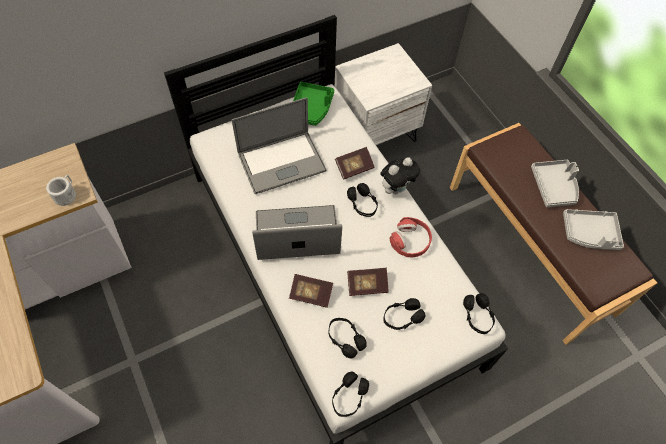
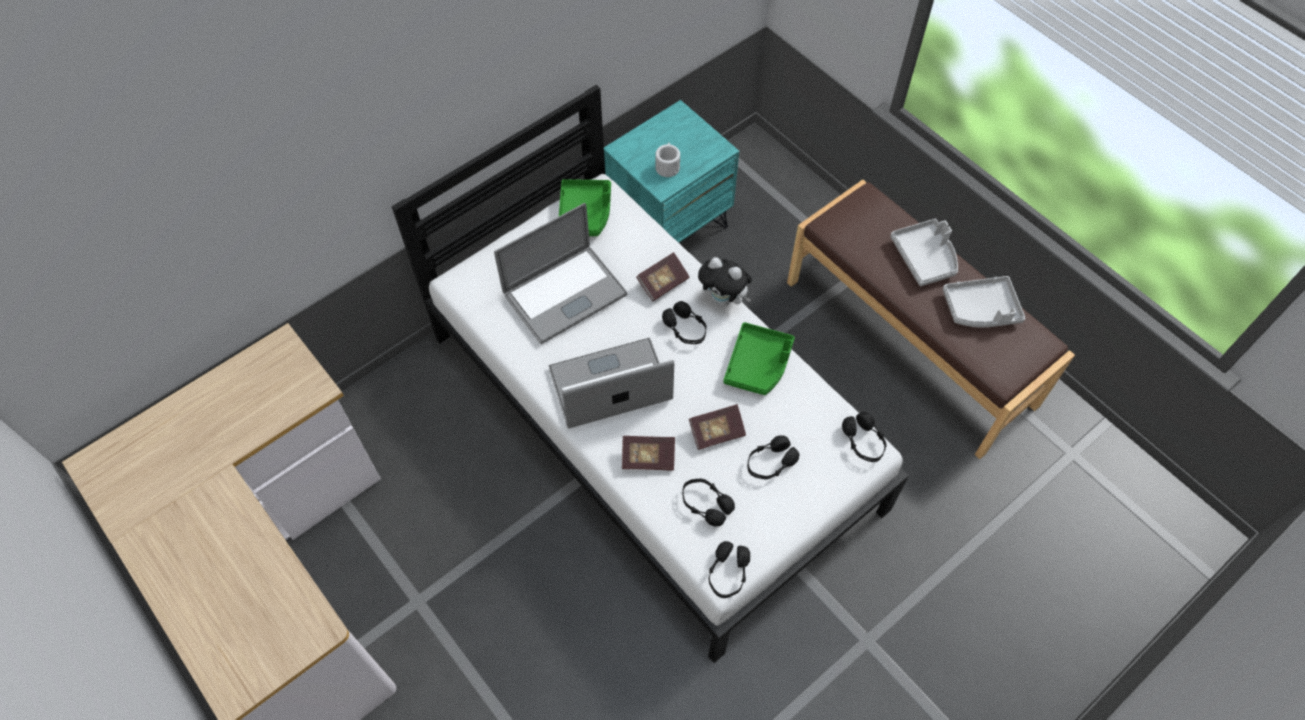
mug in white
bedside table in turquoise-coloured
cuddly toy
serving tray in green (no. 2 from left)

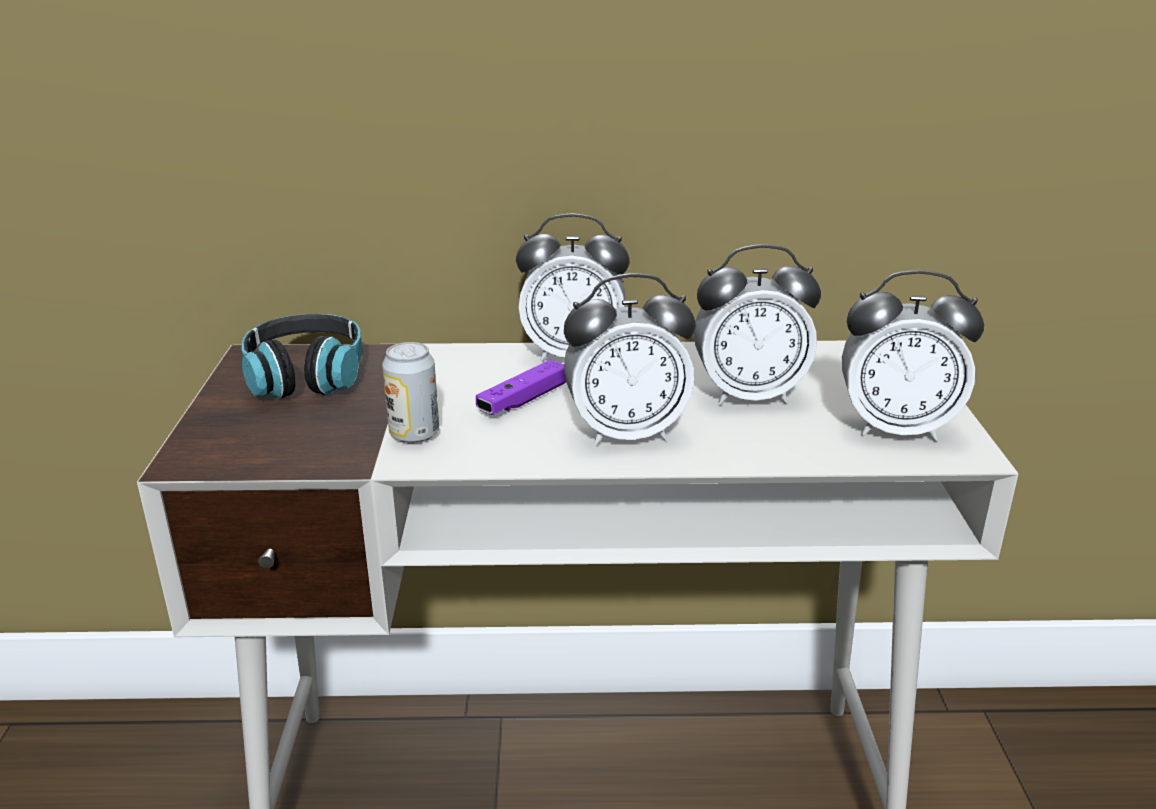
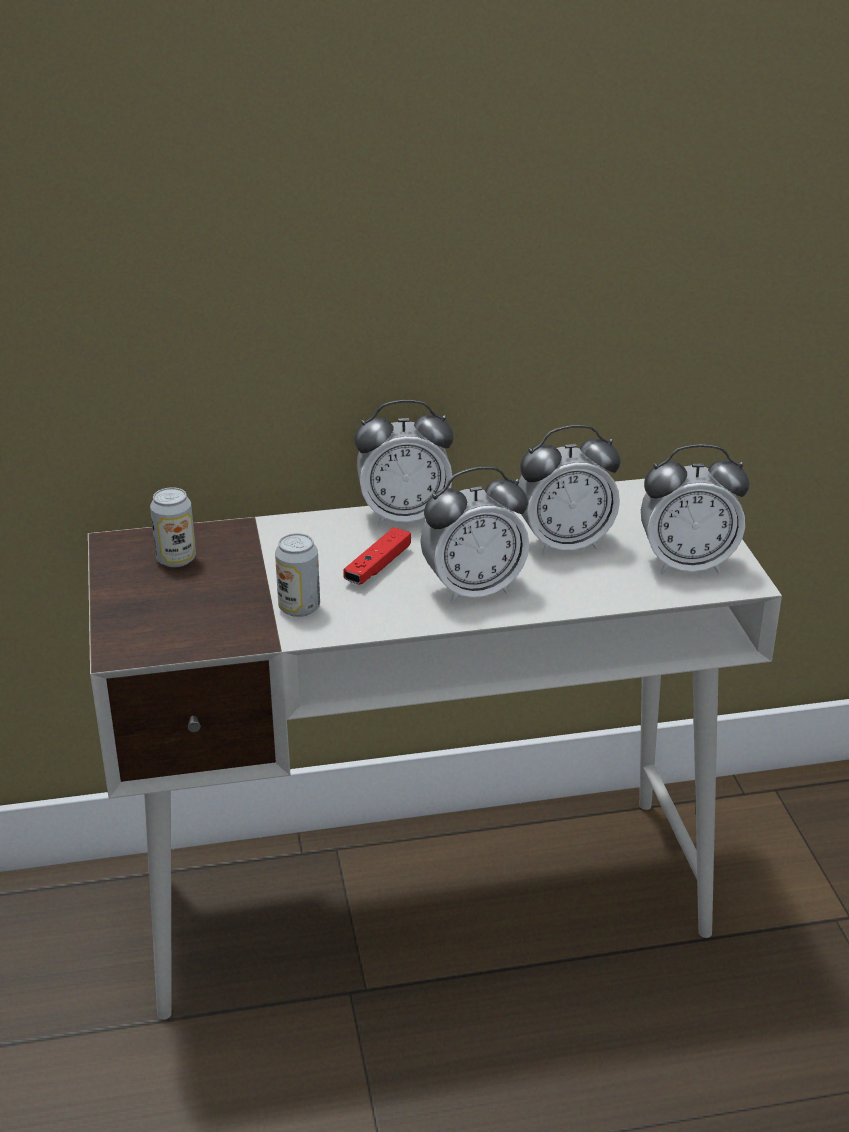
metal can (no. 1 from left)
game controller in reddish

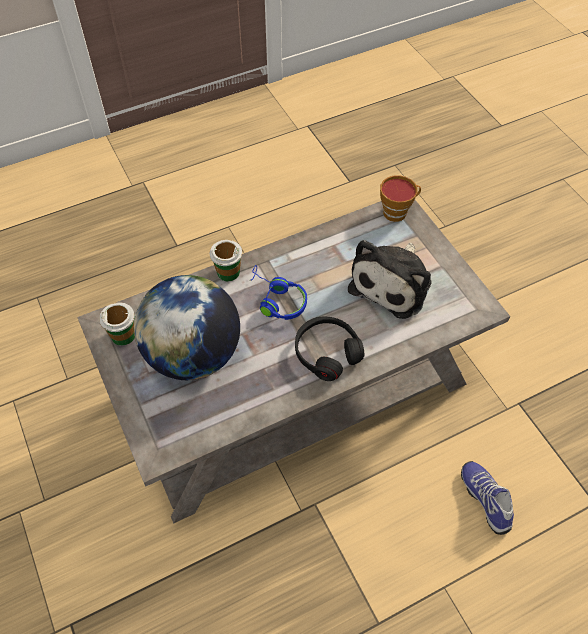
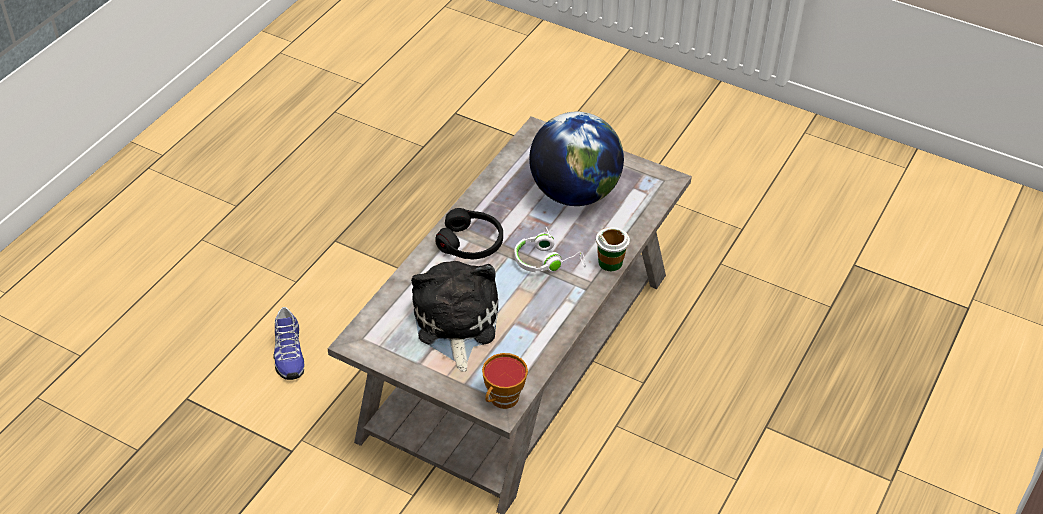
small cup (no. 1 from left in the first image)
headset in white
shoe

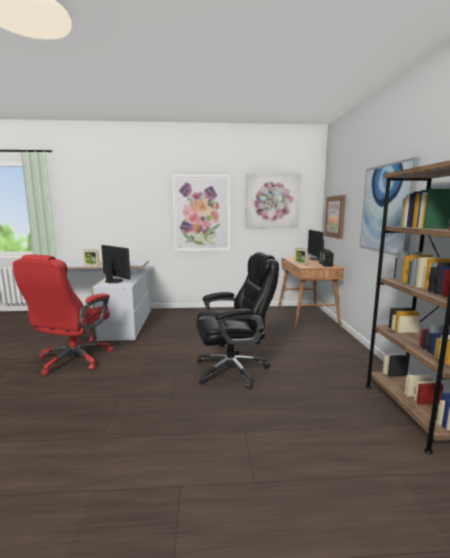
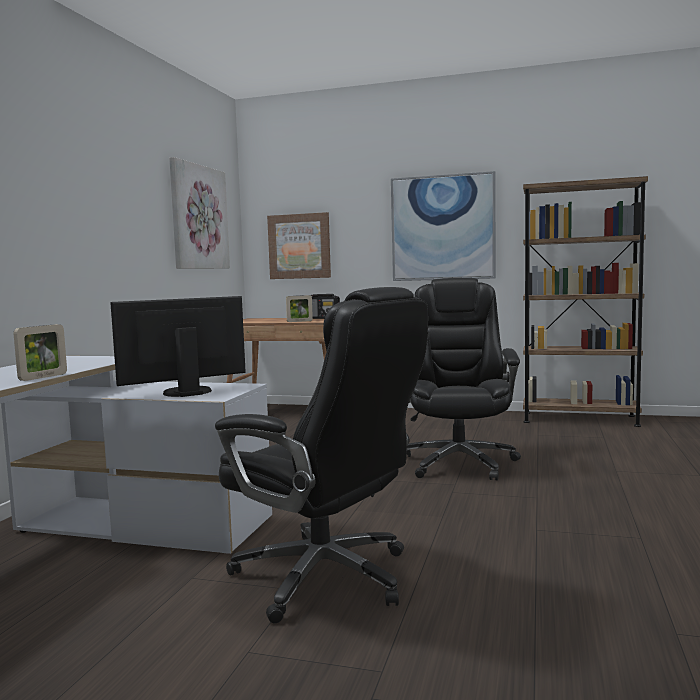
office chair in blackish (no. 1 from left)
wall art (no. 1 from left in the first image)
computer screen (no. 2 from left in the first image)

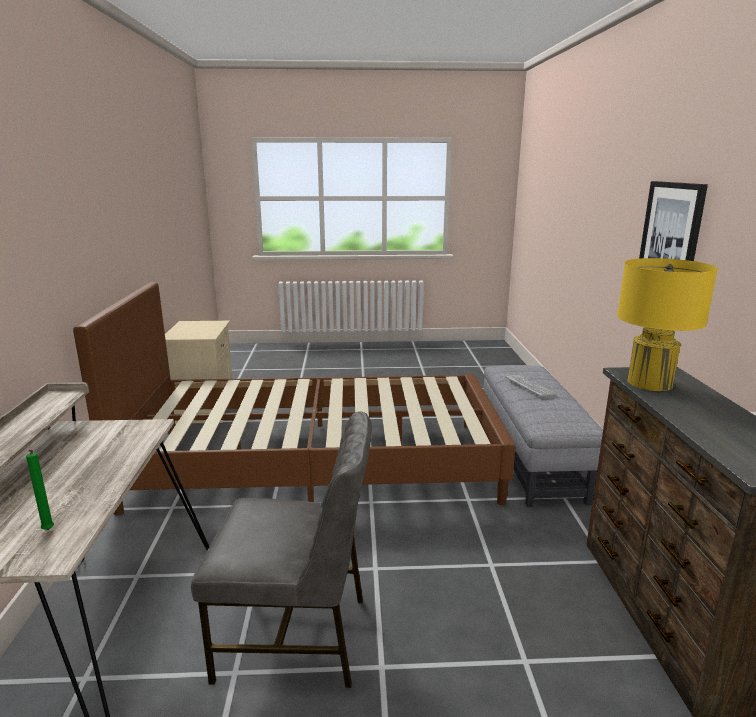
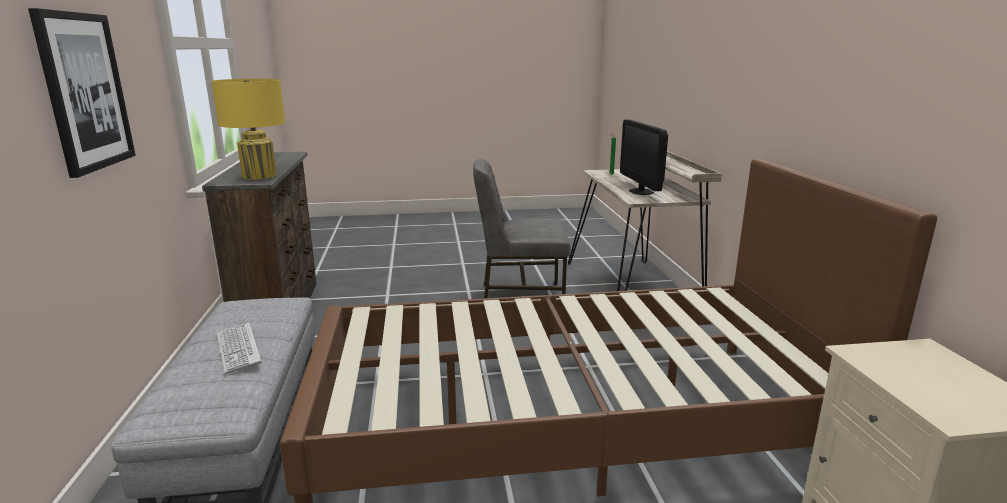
computer screen

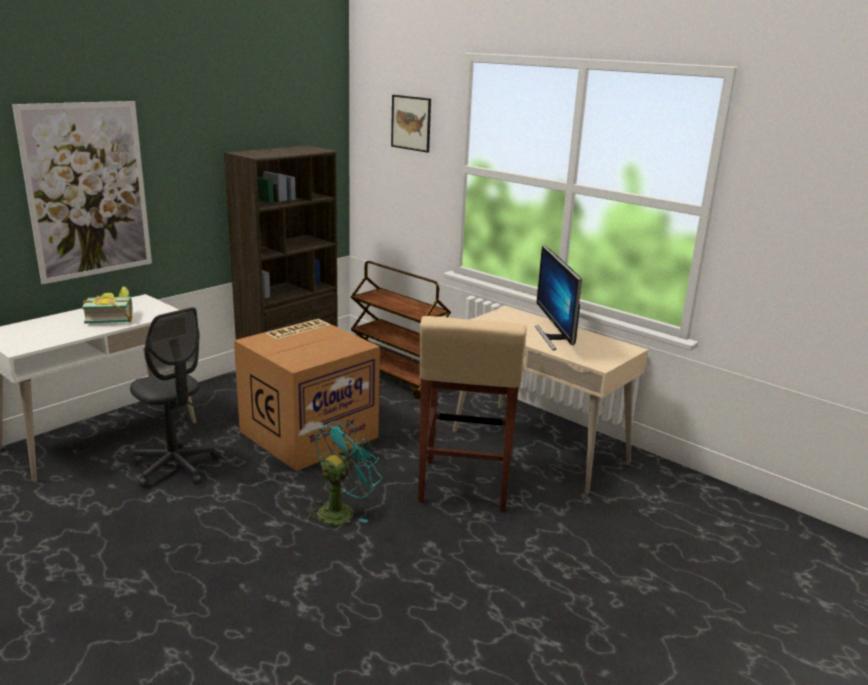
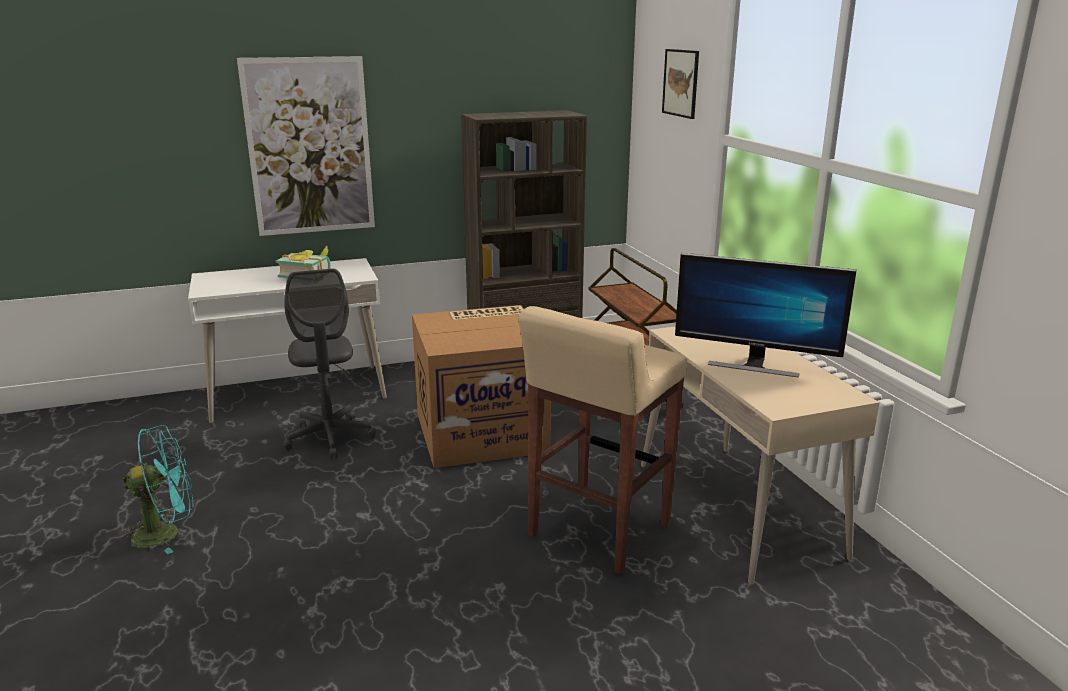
electric fan in turquoise-coloured
computer screen

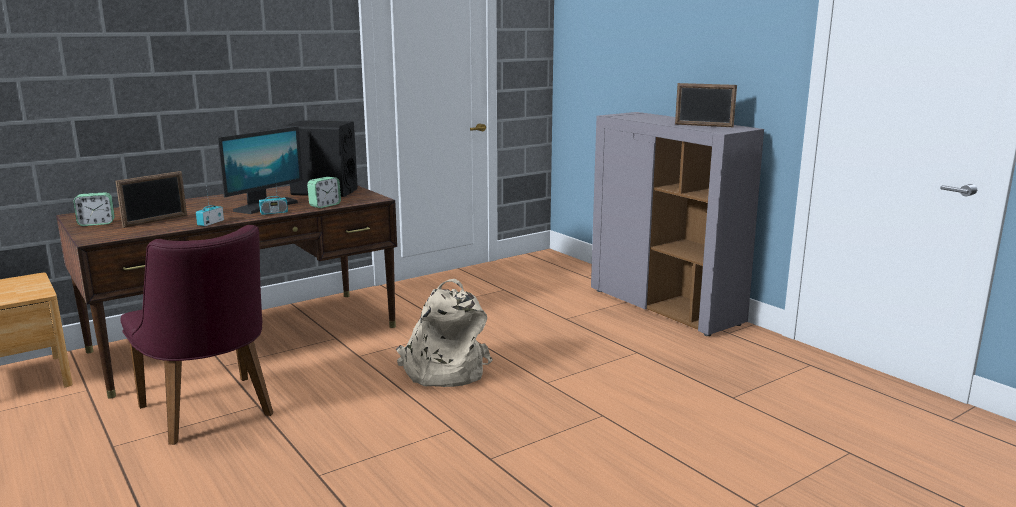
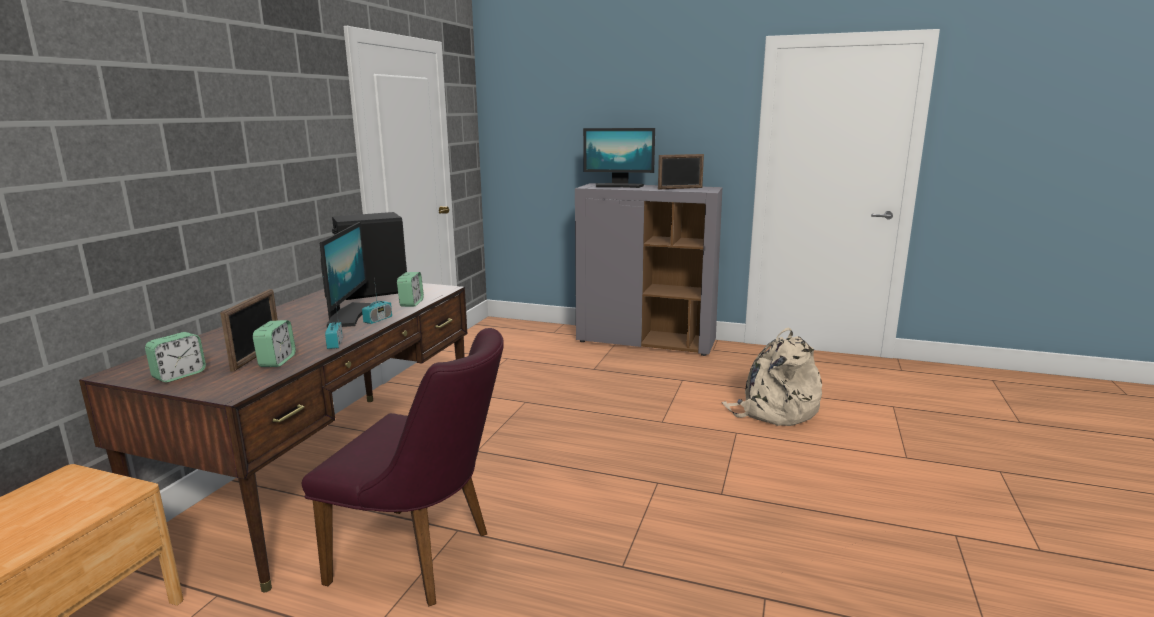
rucksack in sand-coloured
table clock (no. 2 from left)
computer screen (no. 2 from left)

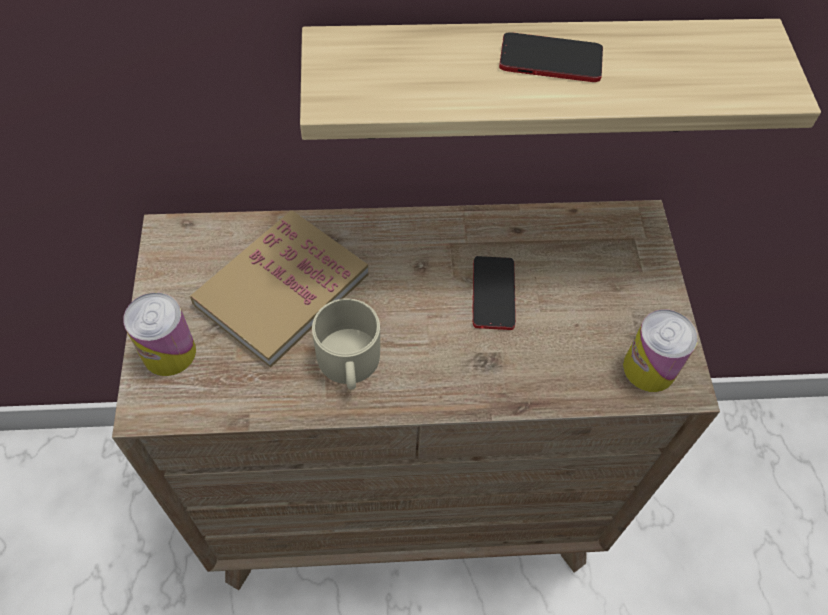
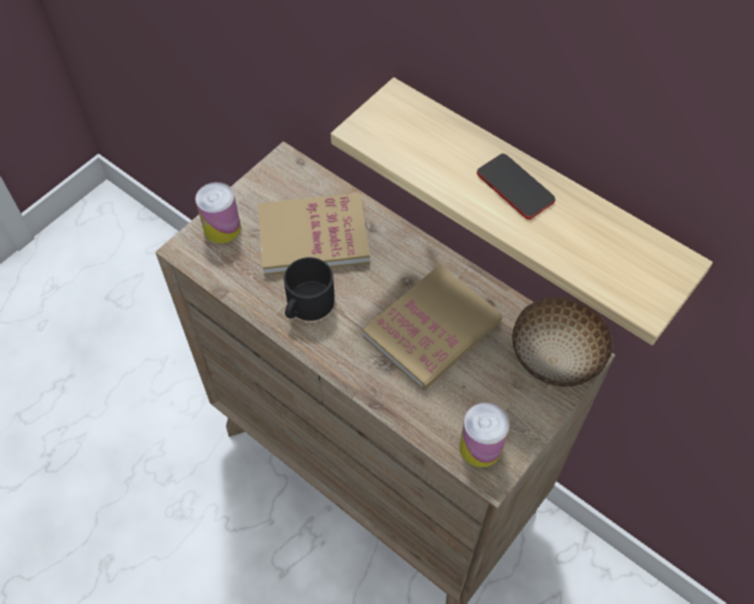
mug in blackish
book (no. 2 from left)
deep dish

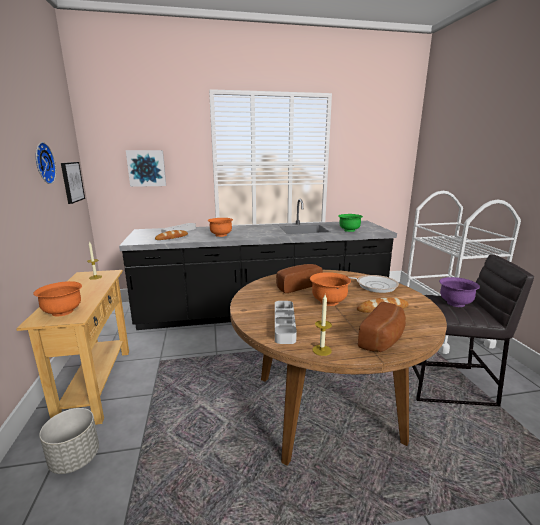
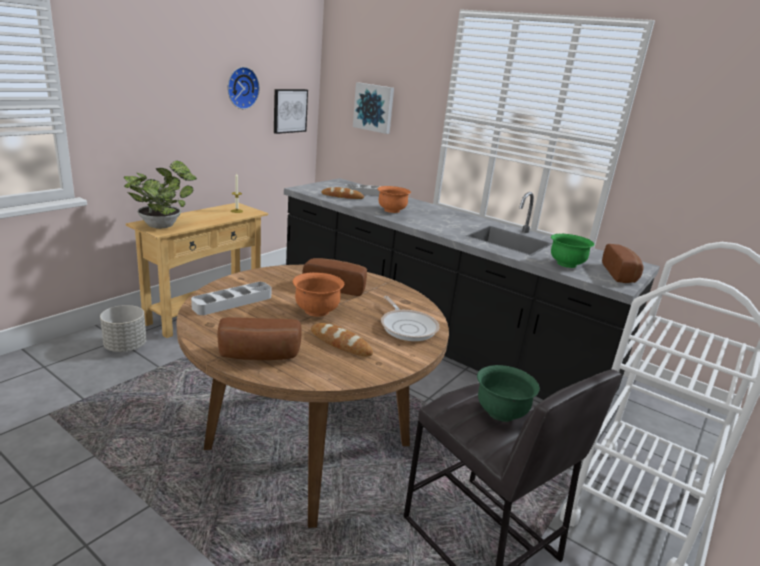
potted plant
candle (no. 2 from left in the first image)
deep dish in green (no. 1 from left)
bakery bread (no. 5 from left)

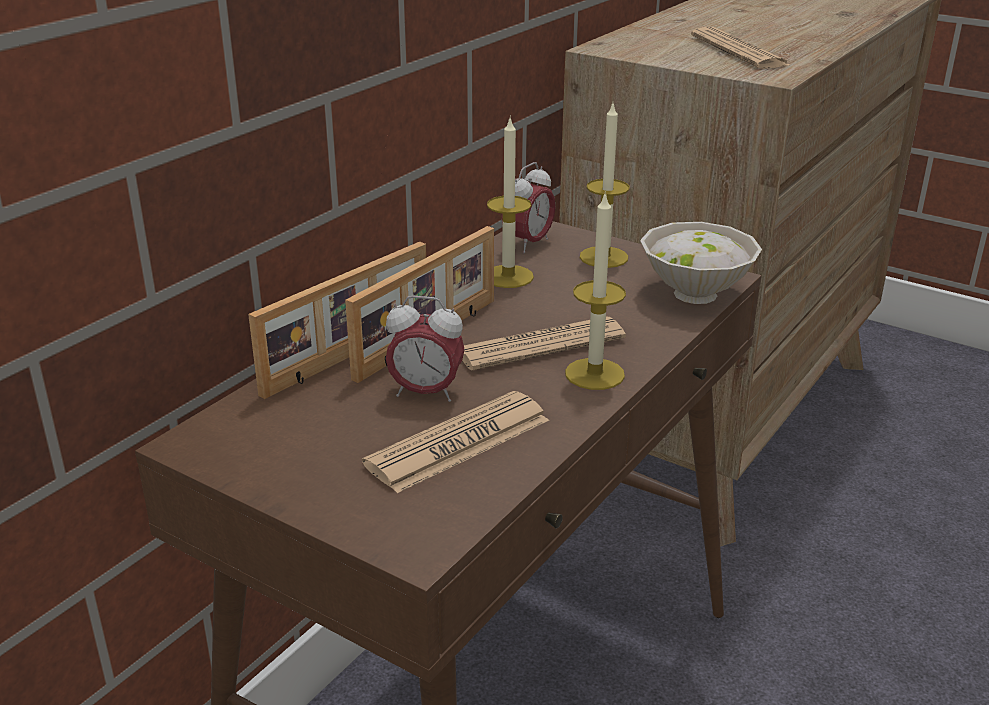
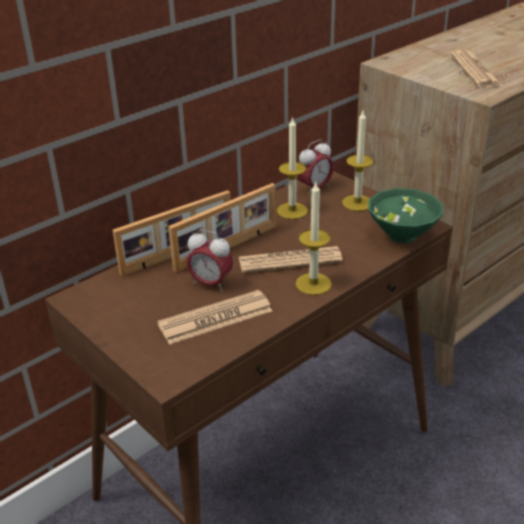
deep dish in green

